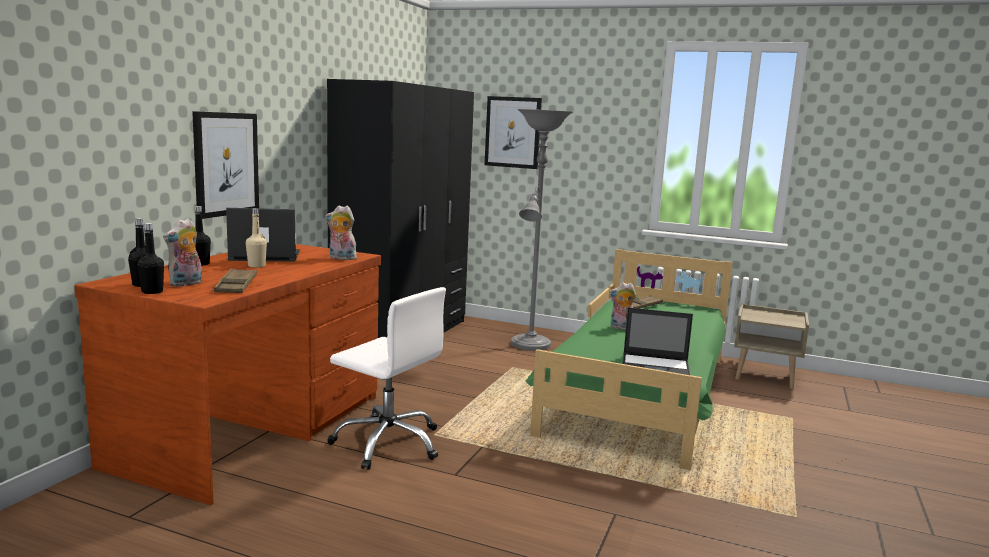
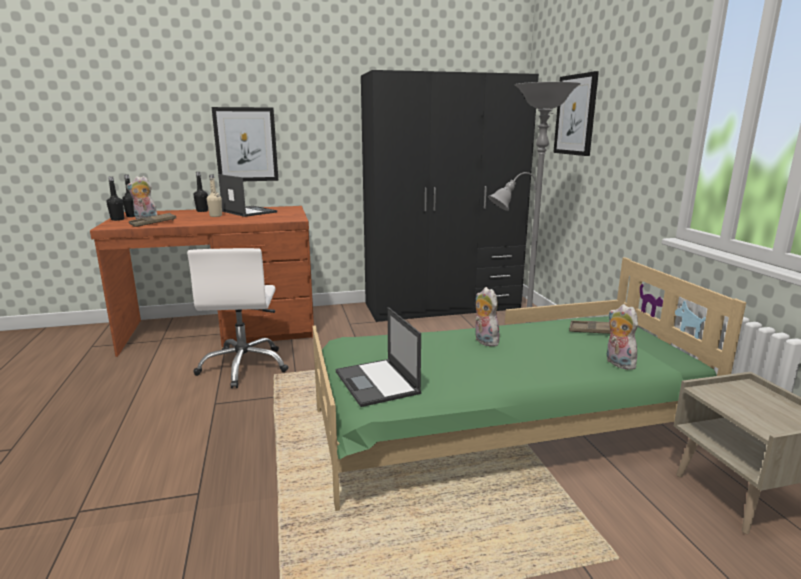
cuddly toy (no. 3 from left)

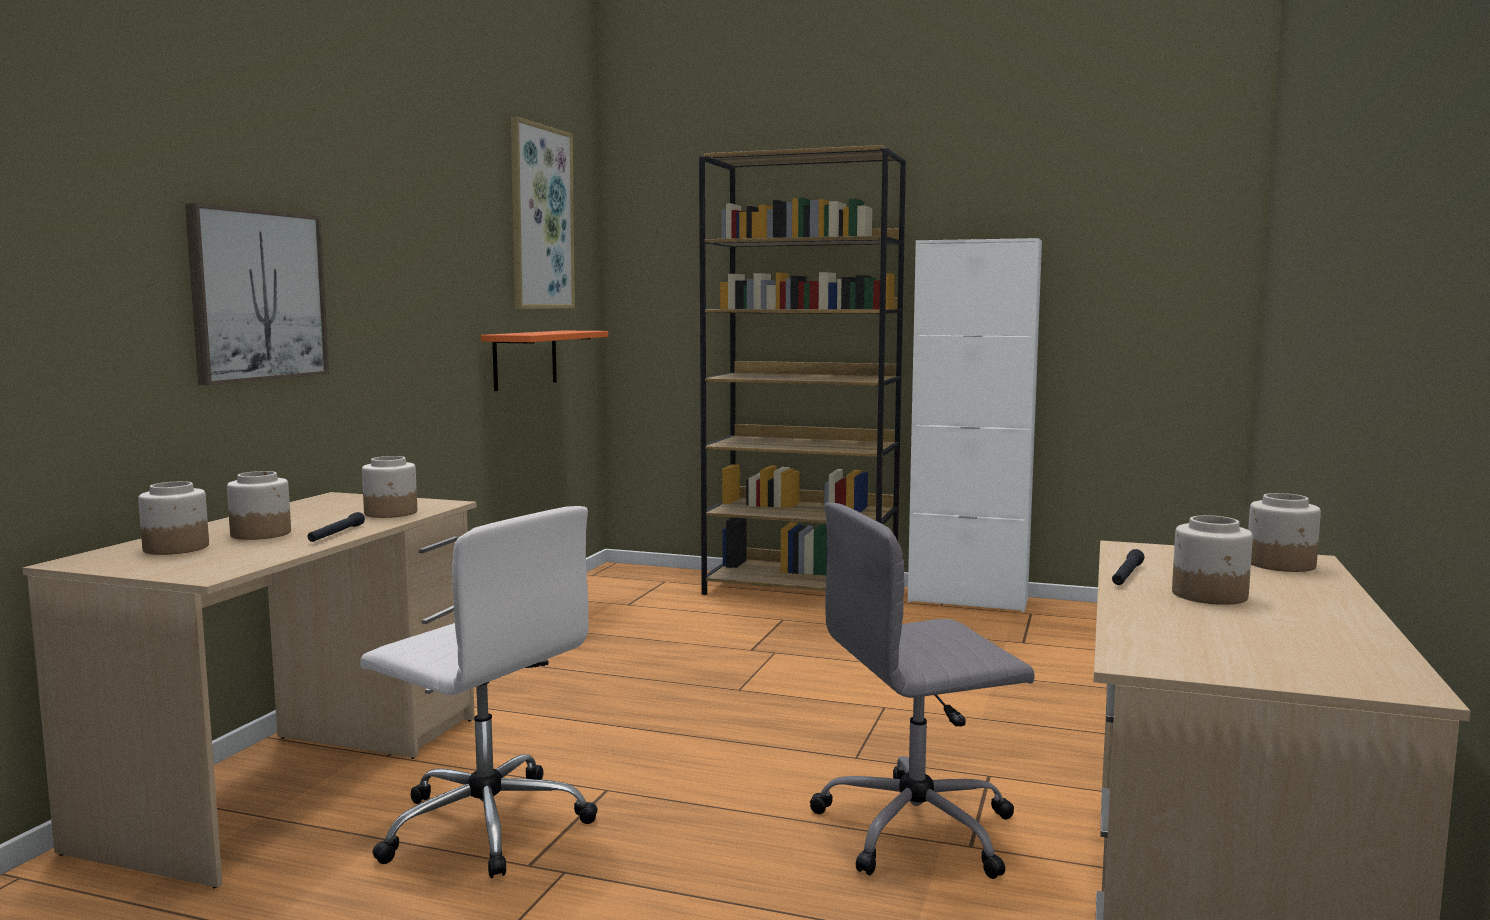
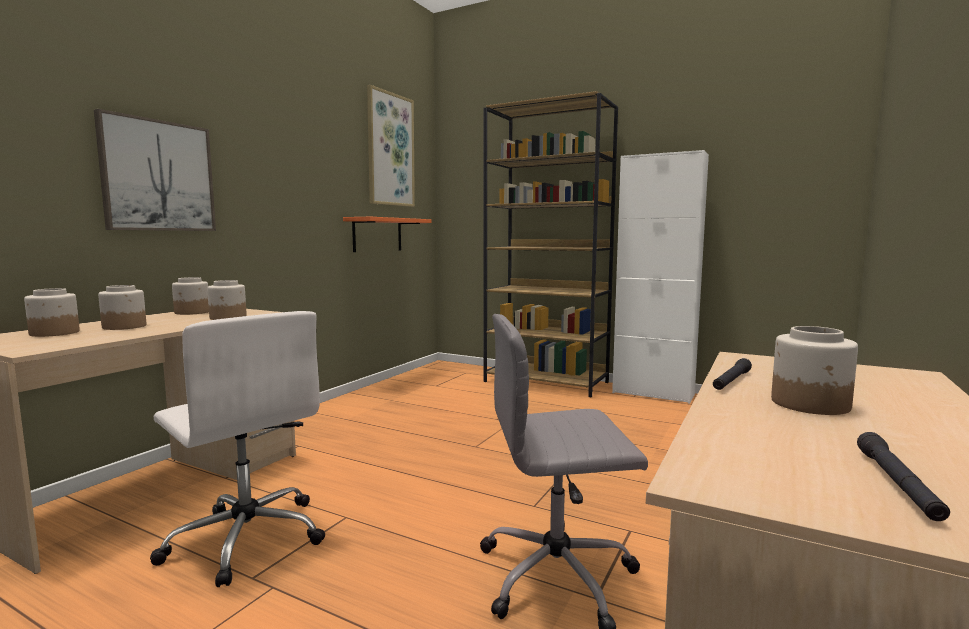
hand torch in blackish (no. 2 from left)
storage jar (no. 3 from left)

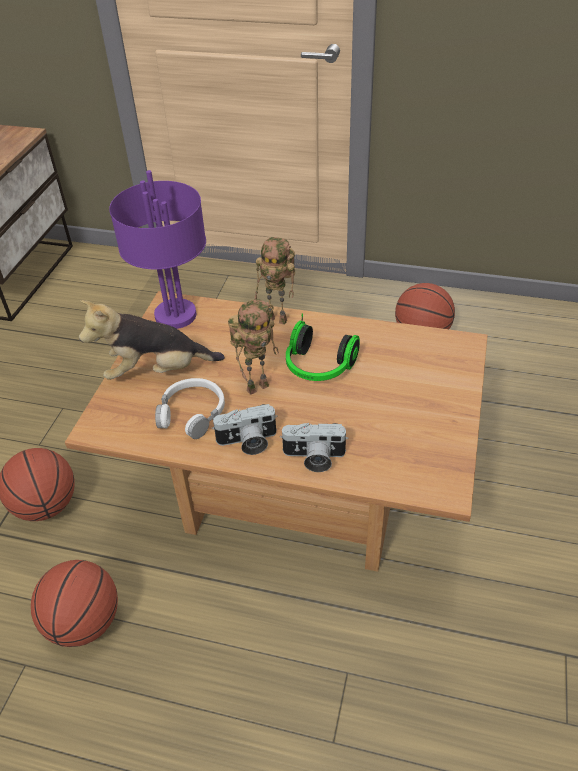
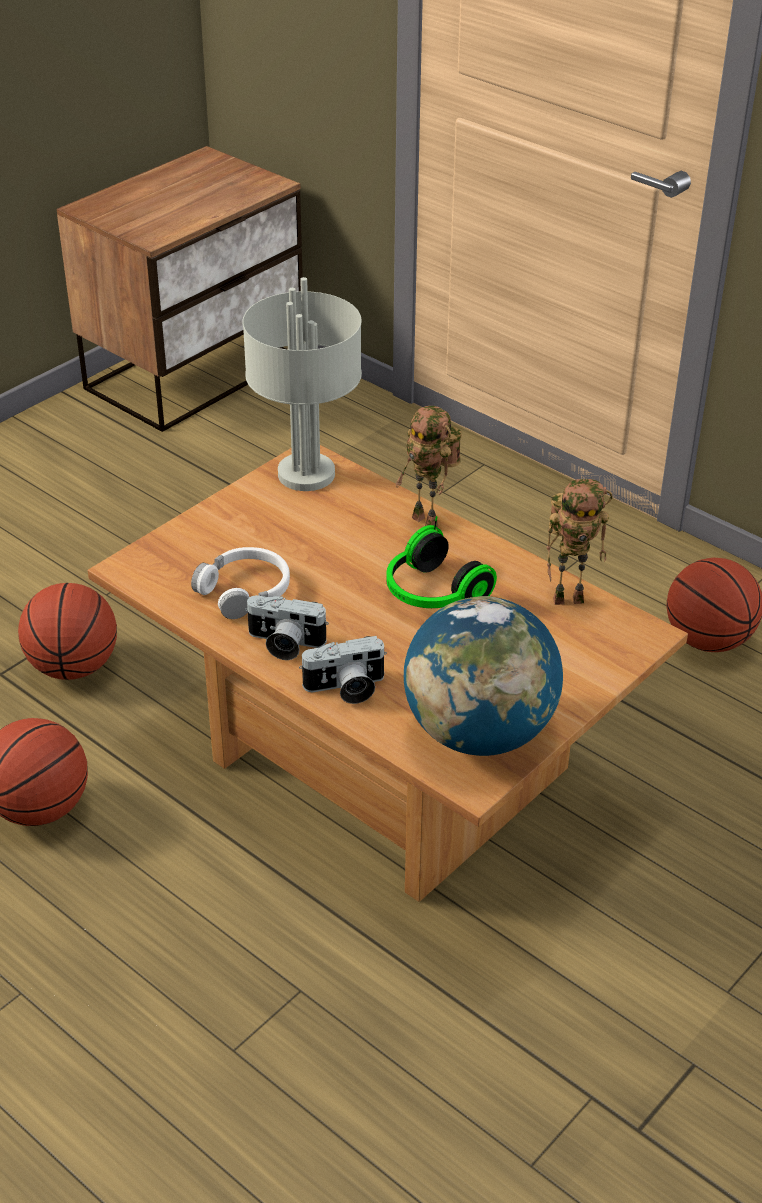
cuddly toy
lamp for a table in grey
model robot (no. 2 from left)
still camera (no. 2 from left)
desk globe

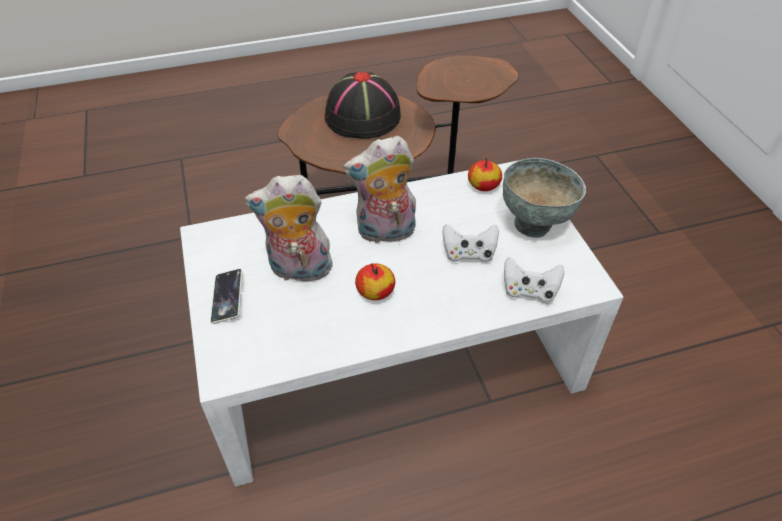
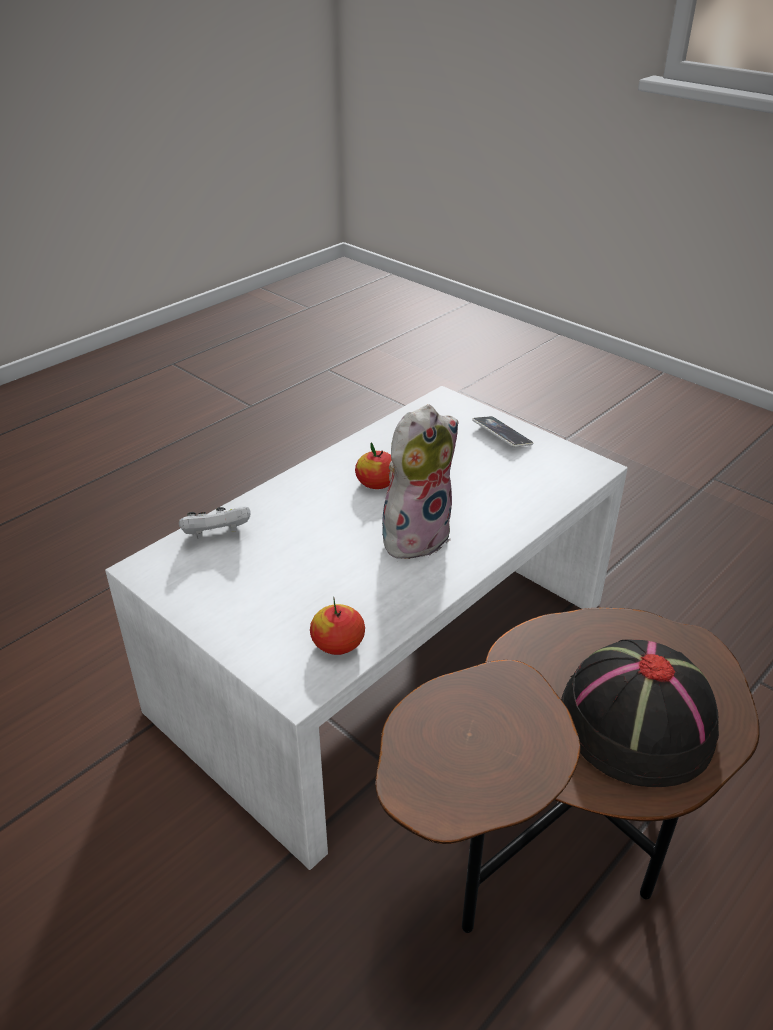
cuddly toy (no. 1 from left in the first image)
game controller in white (no. 1 from left in the first image)
deep dish in grey

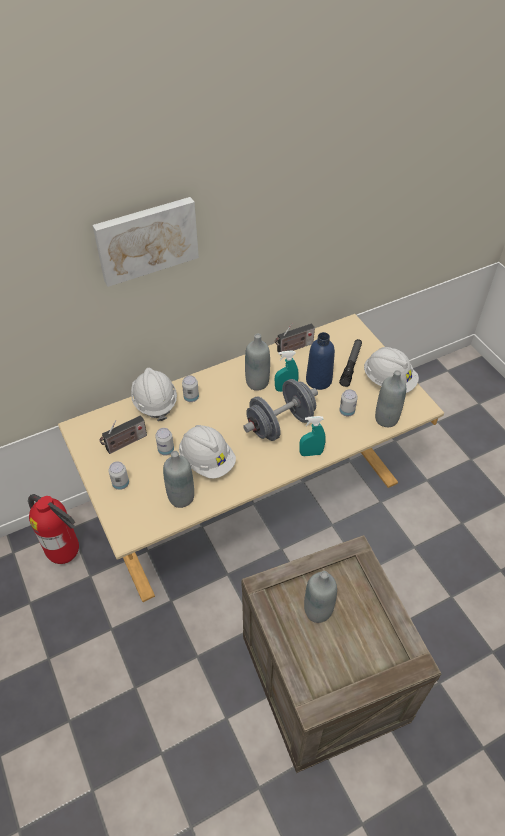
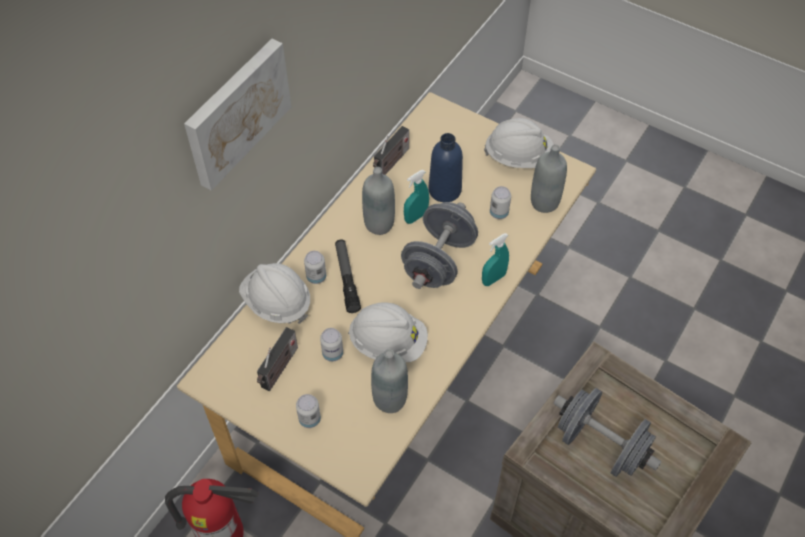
dumbbell in grey (no. 2 from left)
hand torch

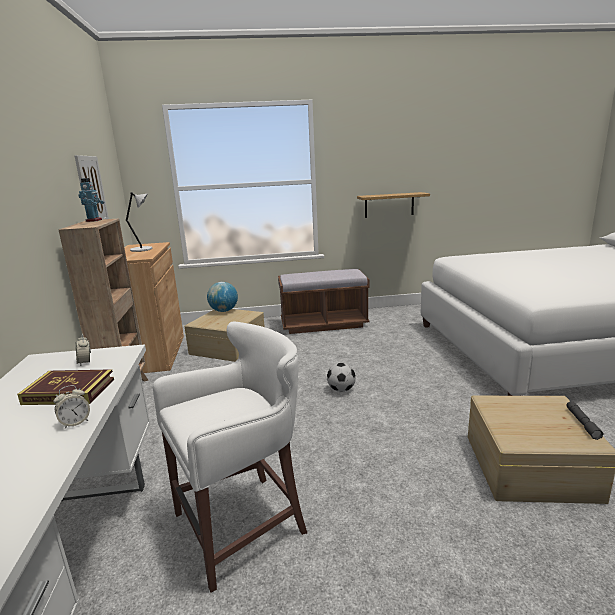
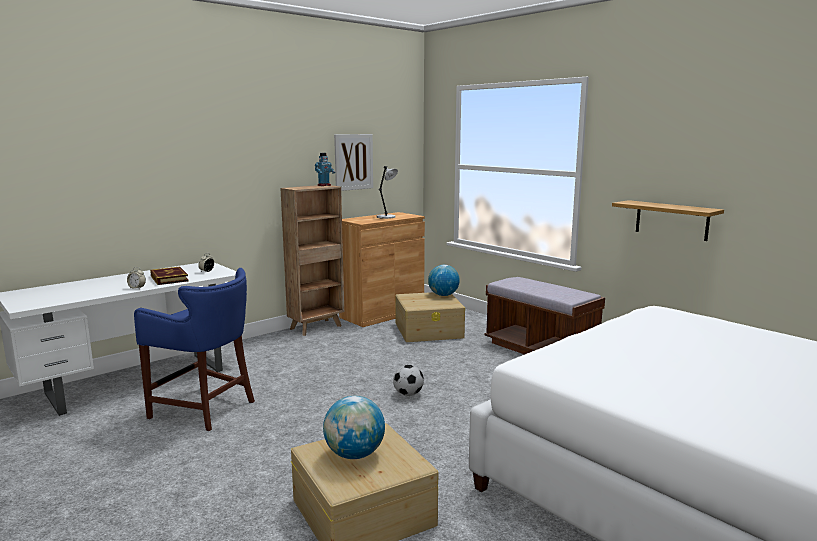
stool seat in blue
hand torch in grey
desk globe (no. 1 from left)

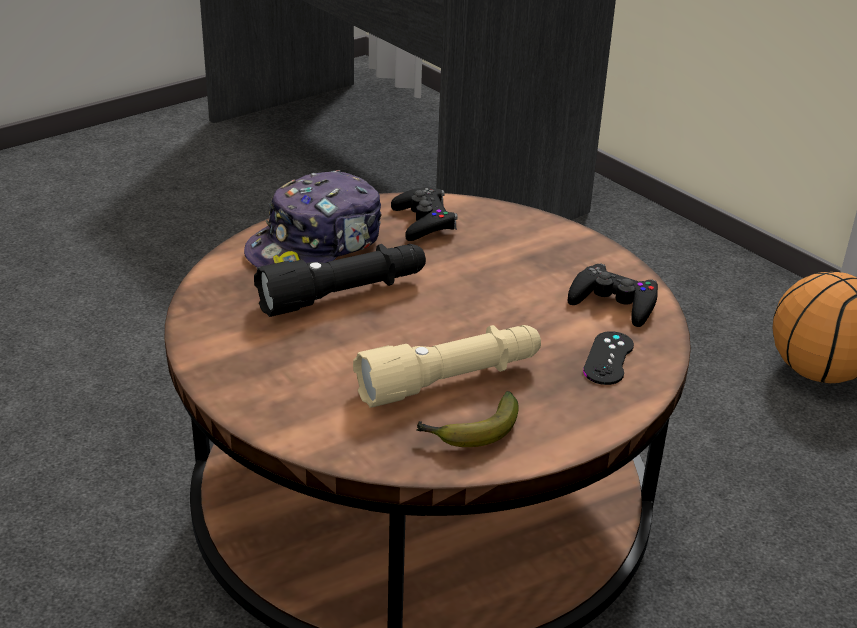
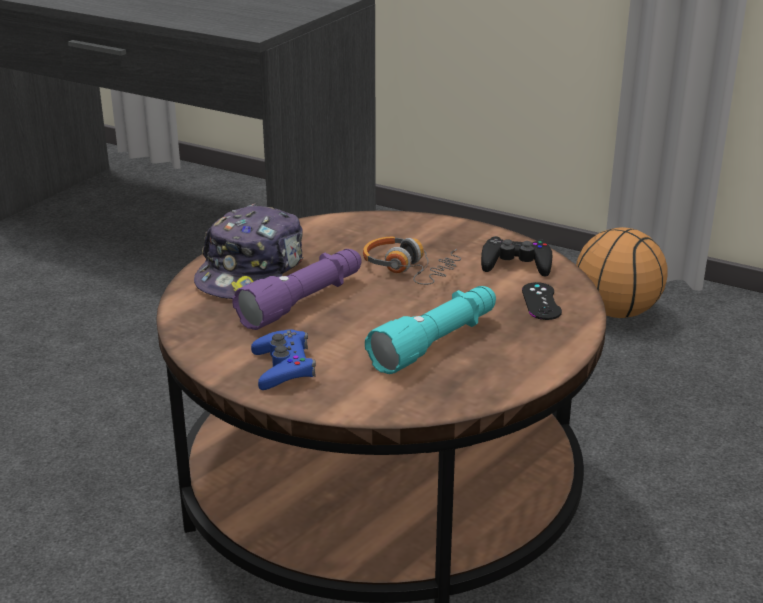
hand torch in purple
hand torch in turquoise-coloured
game controller in blackish (no. 1 from left in the first image)
banana fruit
game controller in blue
headset

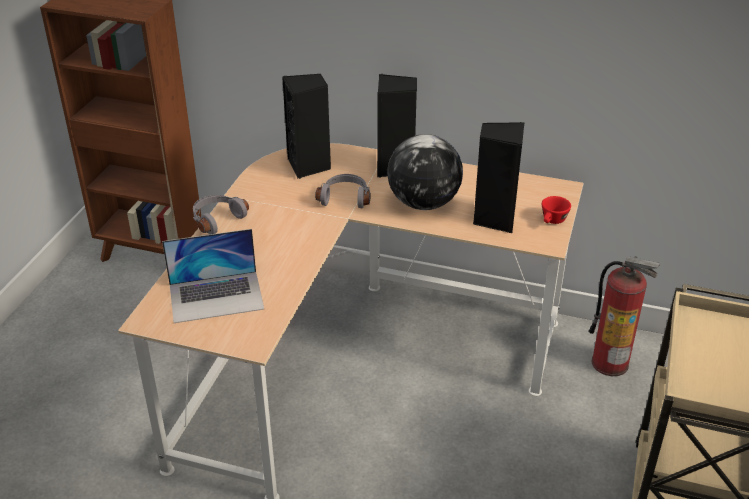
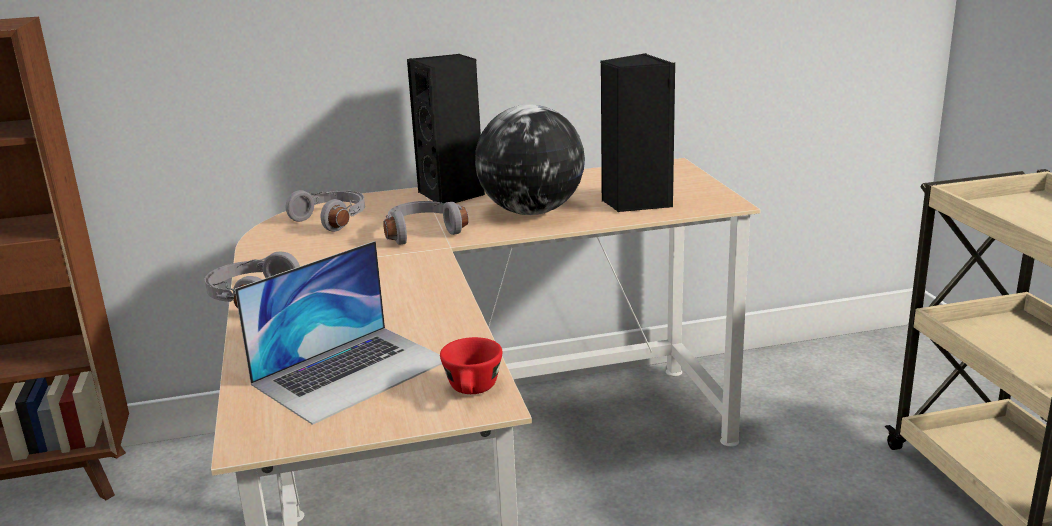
headset in grey (no. 2 from left)
small cup in reddish
extinguisher

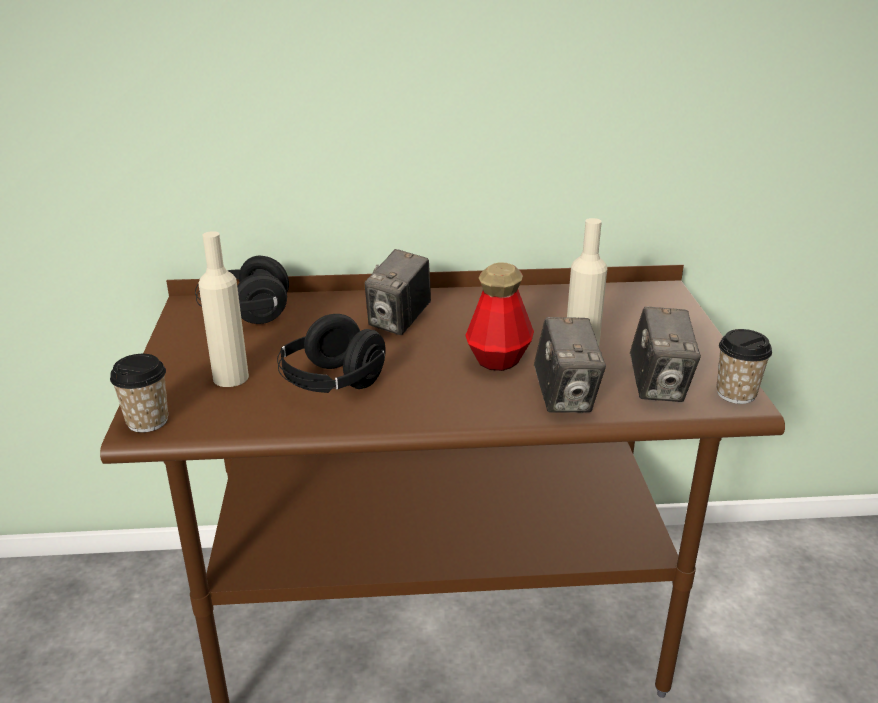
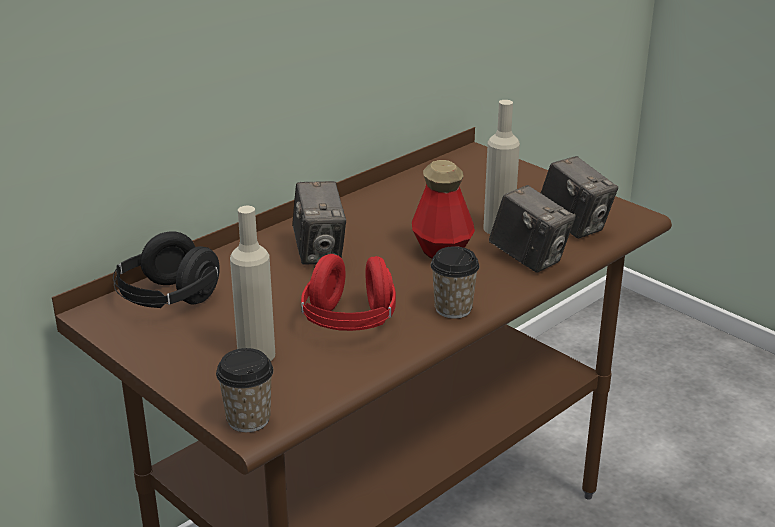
headset in reddish
small cup (no. 2 from left)

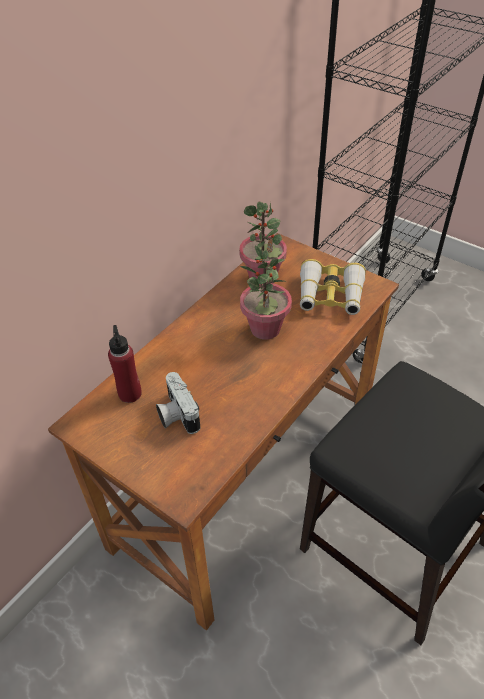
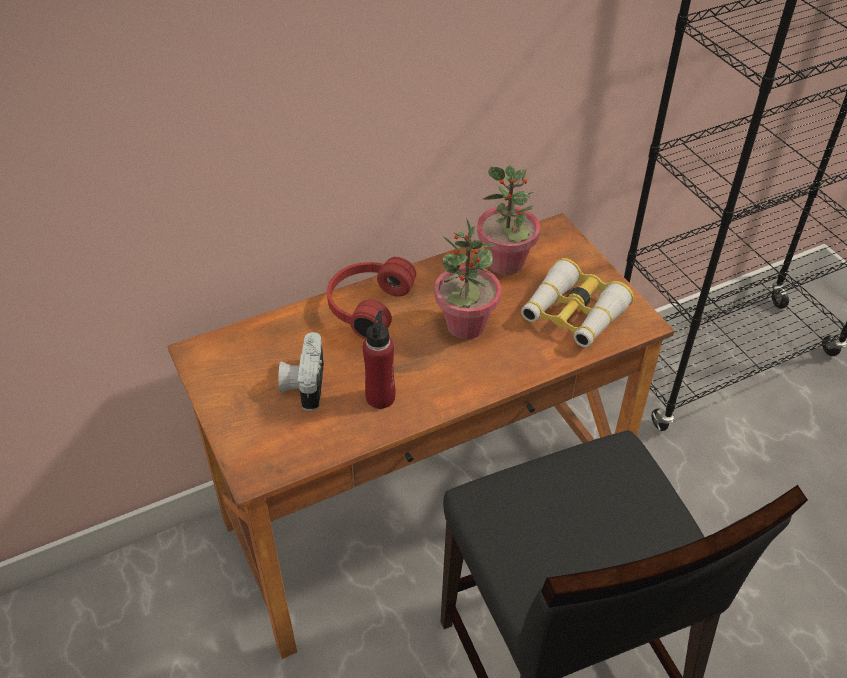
bottle in reddish
headset in reddish

